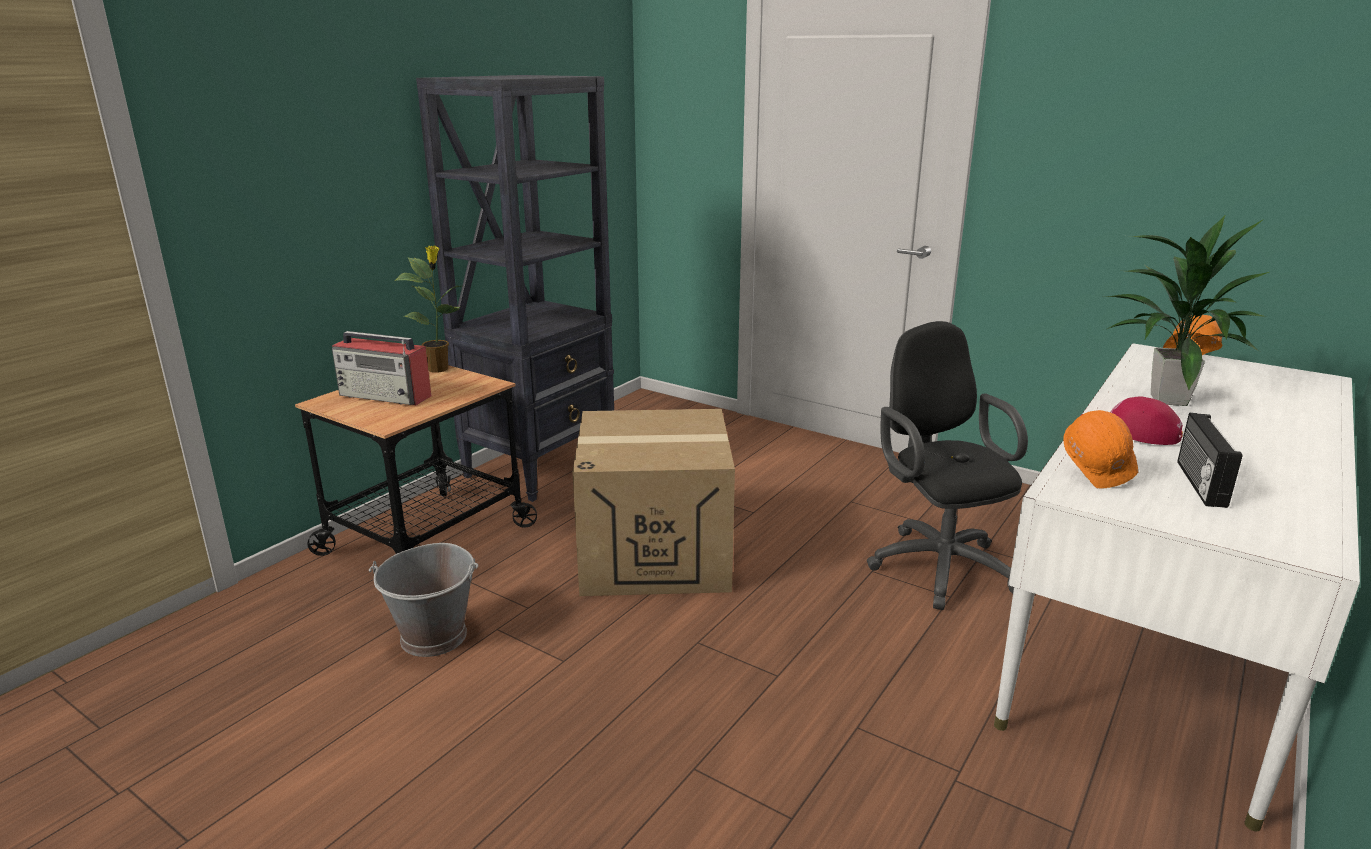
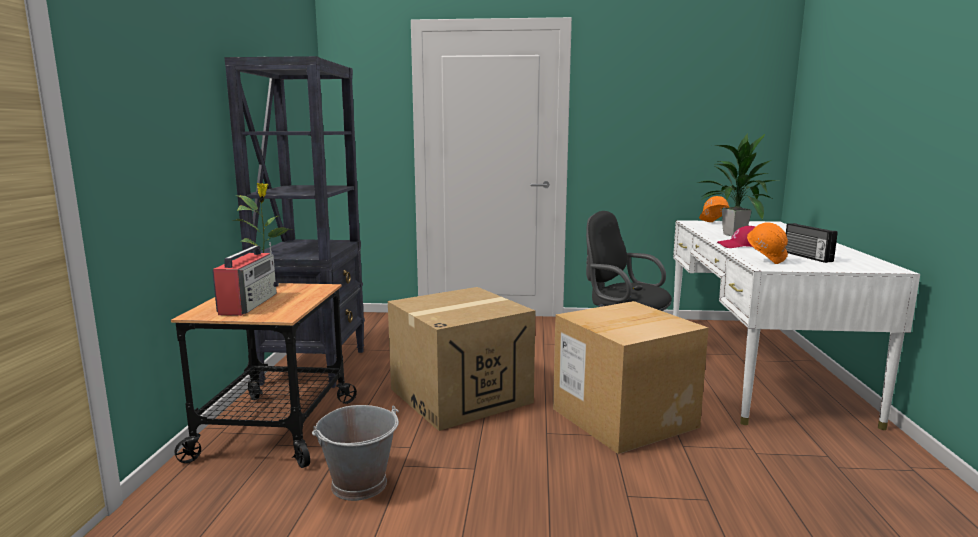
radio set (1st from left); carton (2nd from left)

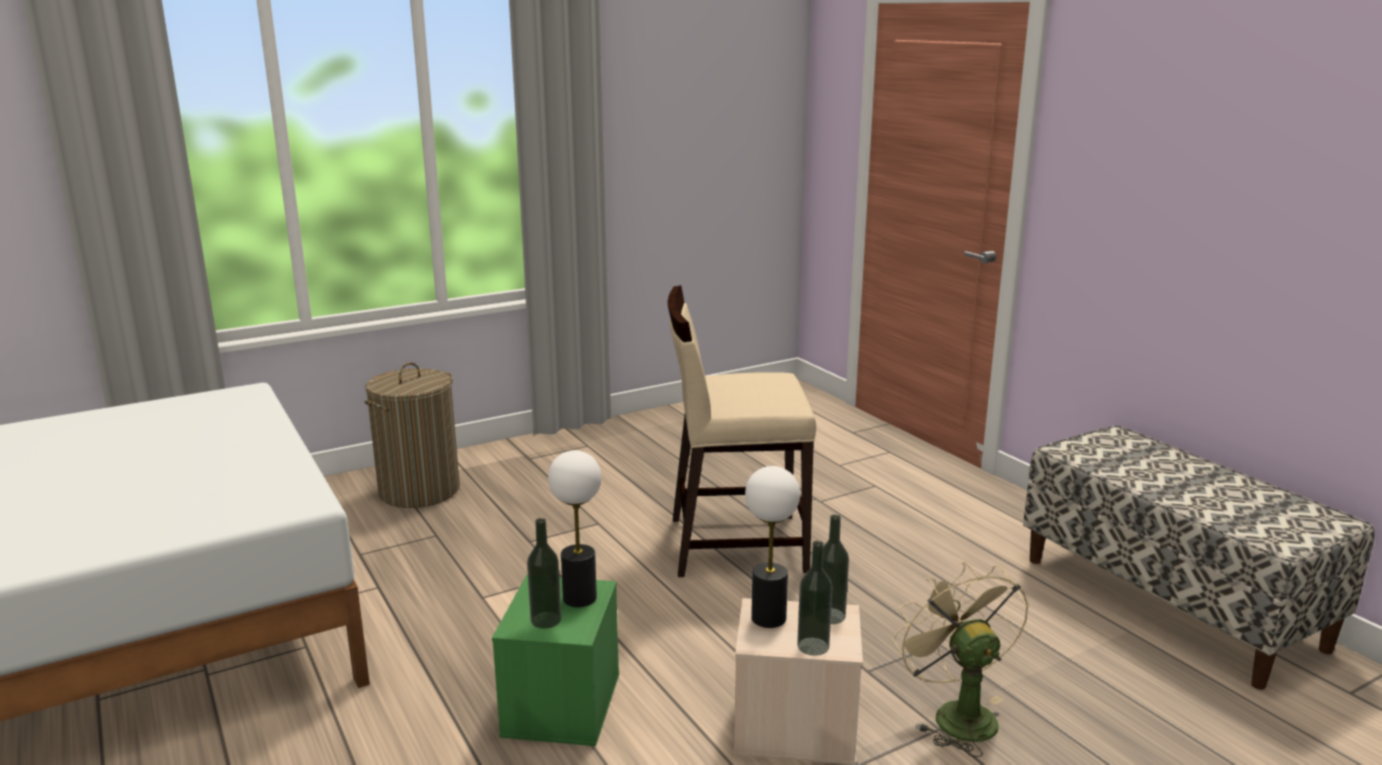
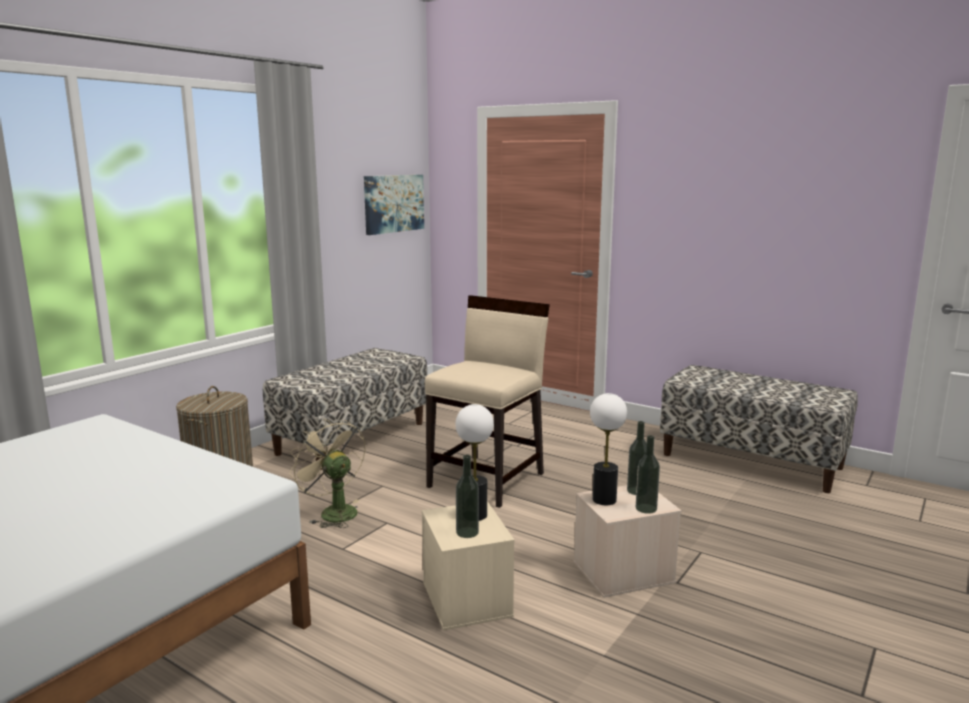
beige chair; beige fan; beige storage box (1st from left); wall art; bench (1st from left)

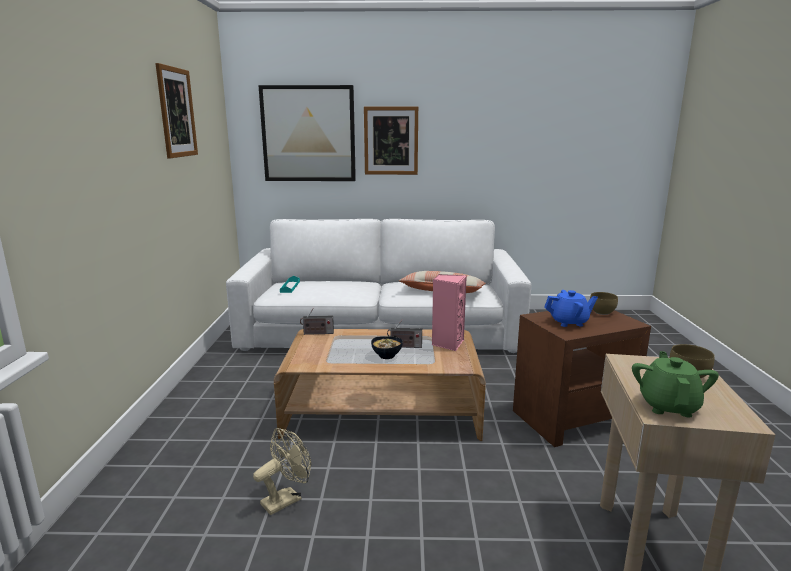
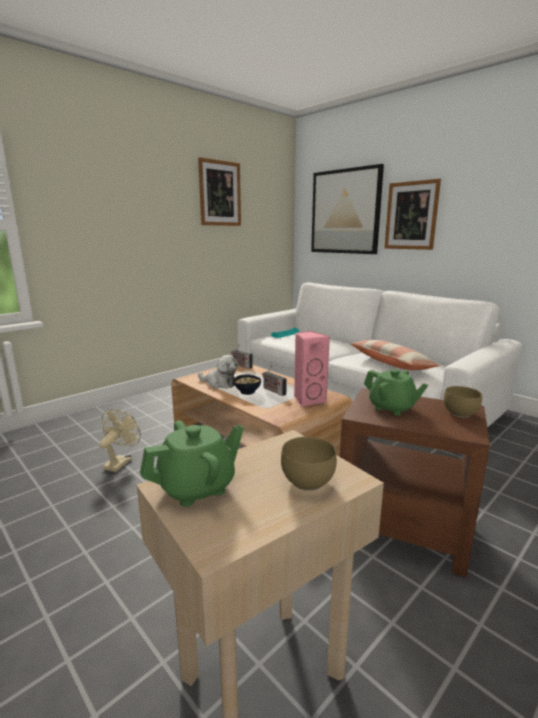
greenish tea pot (2nd from left); beige fan; plush toy

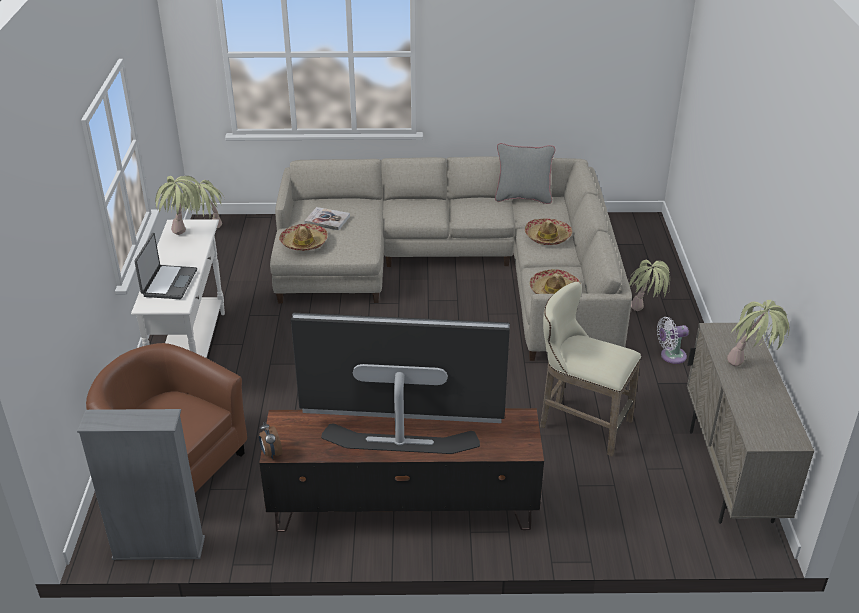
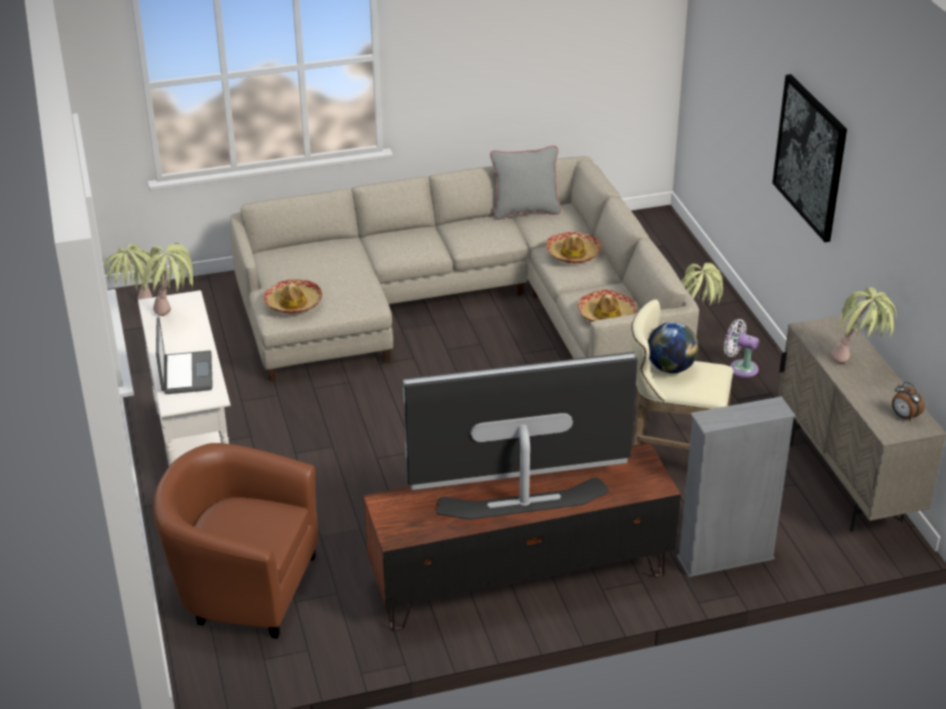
bound book; white-coloured fan; grey bookcase; bedside clock; wall art; world globe

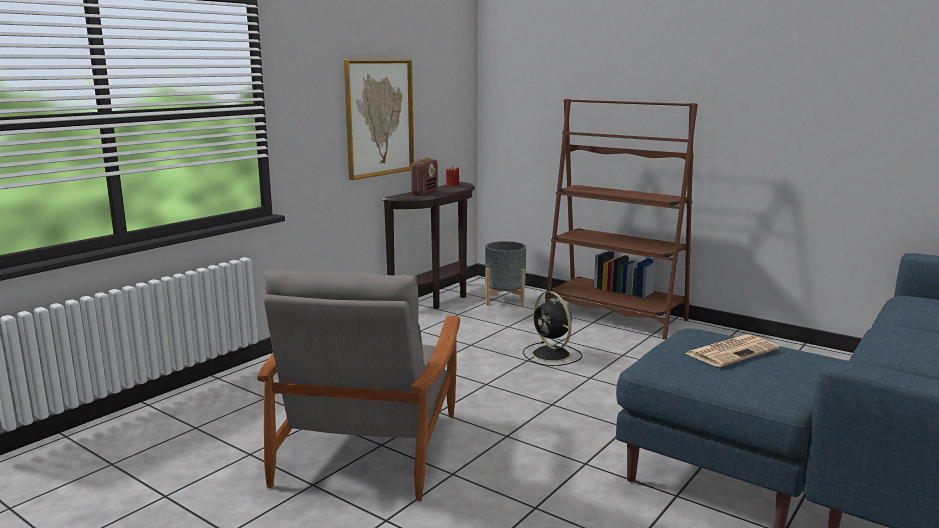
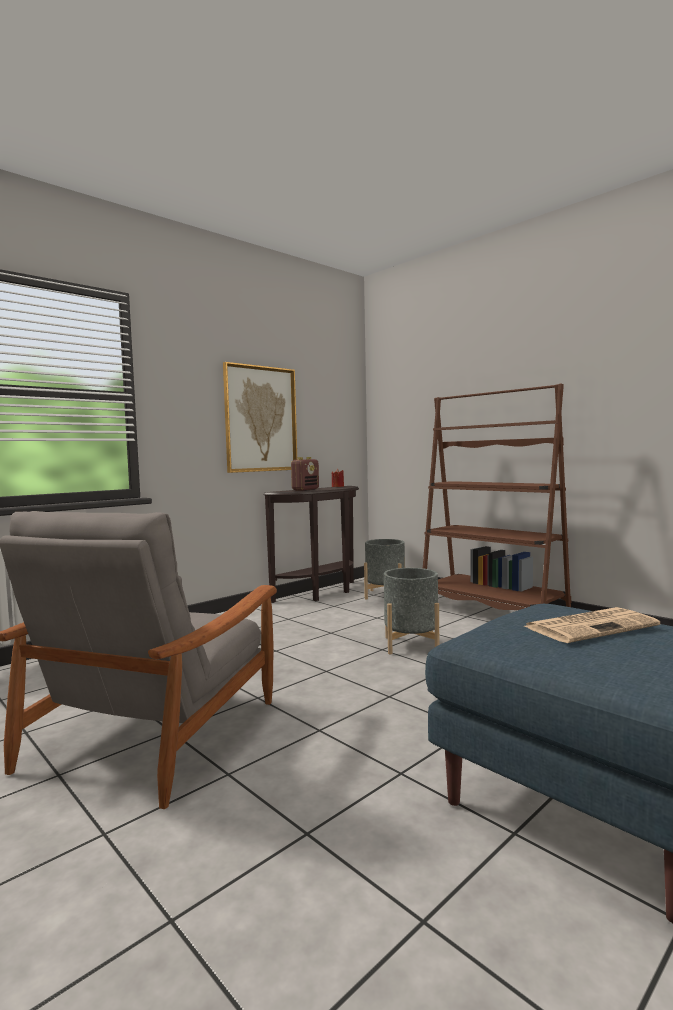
grey planter (2nd from left)

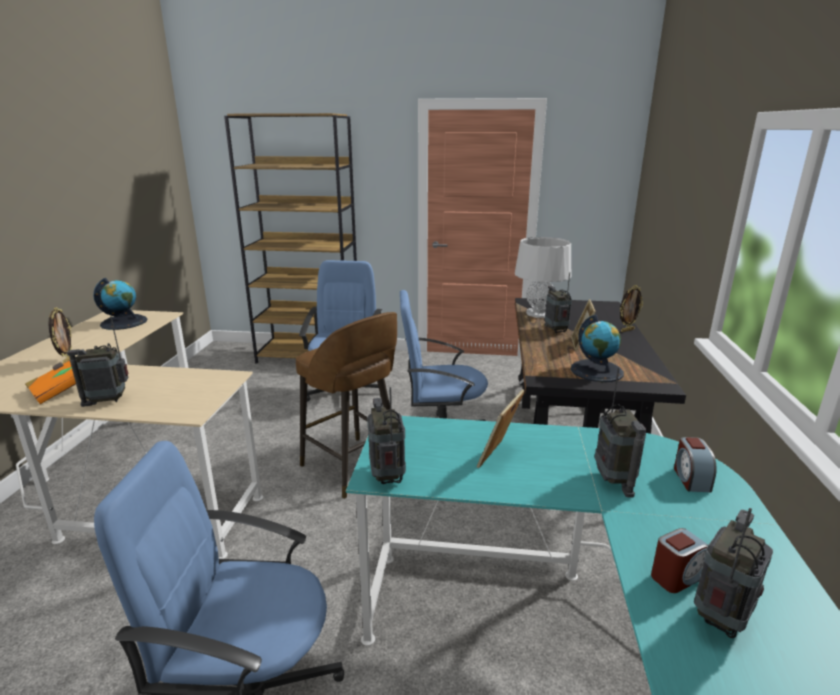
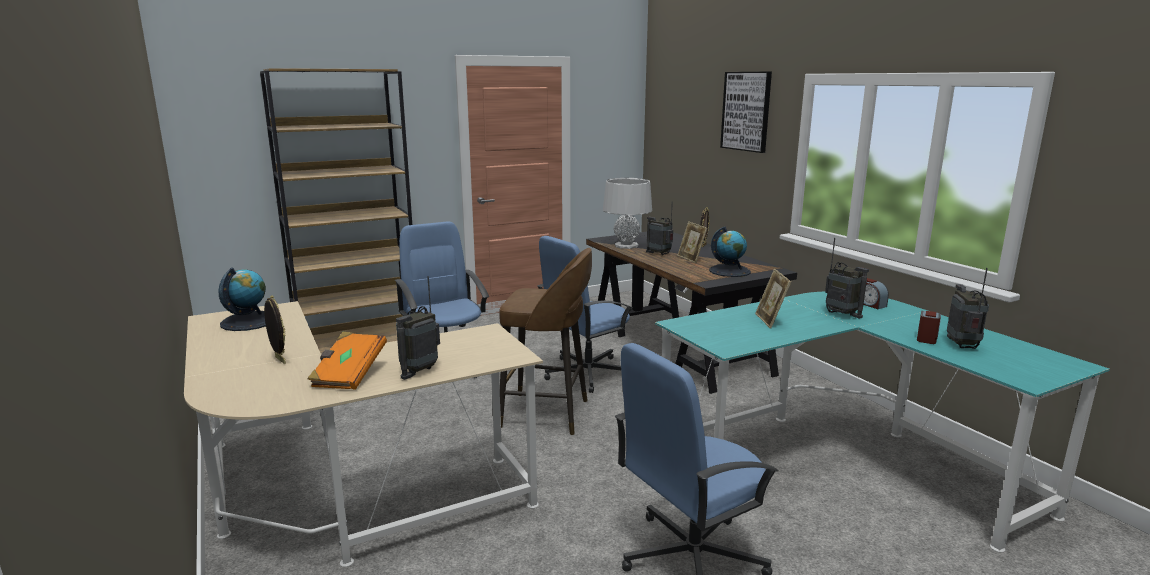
radio set (2nd from left in the first image); wall art

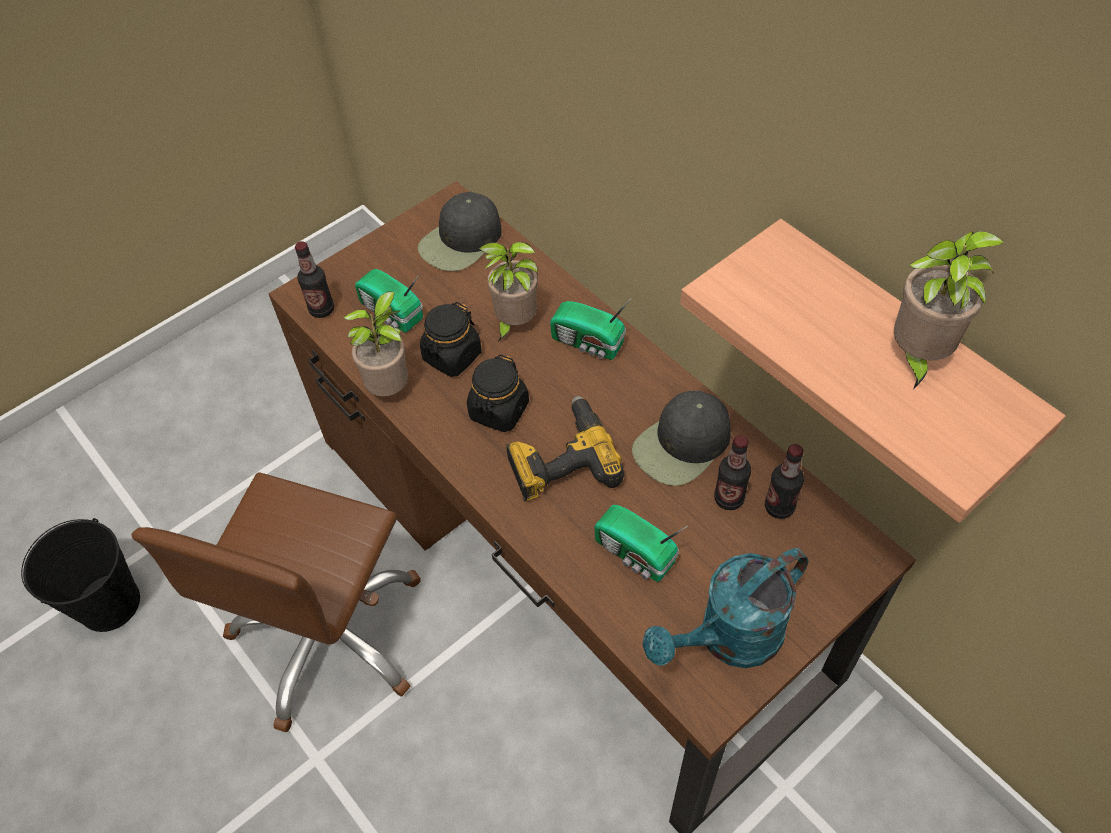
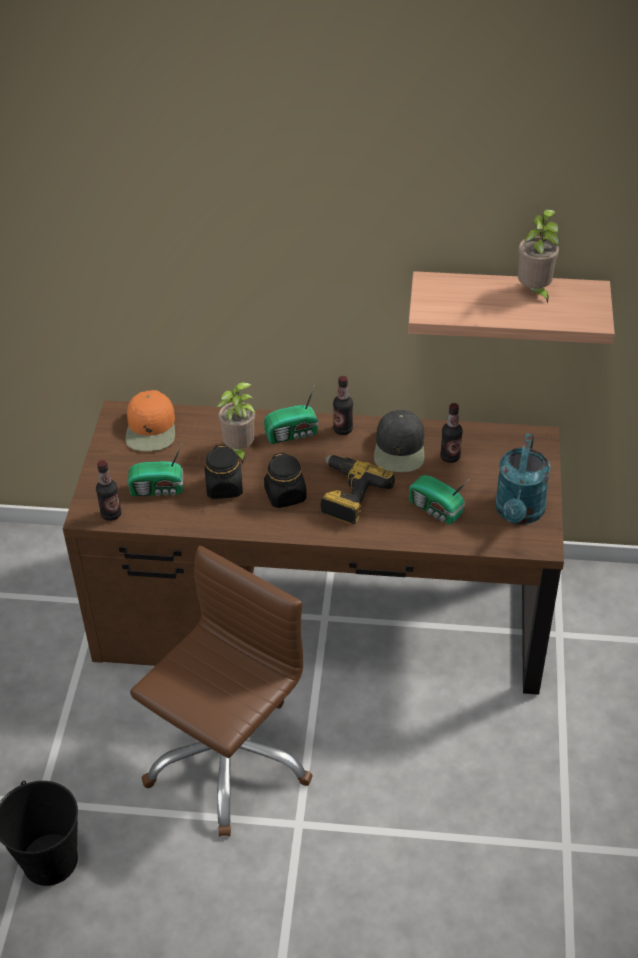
orange-coloured cap; potted plant (1st from left in the first image); bottle (2nd from left); brown-coloured office chair; radio set (3rd from left)

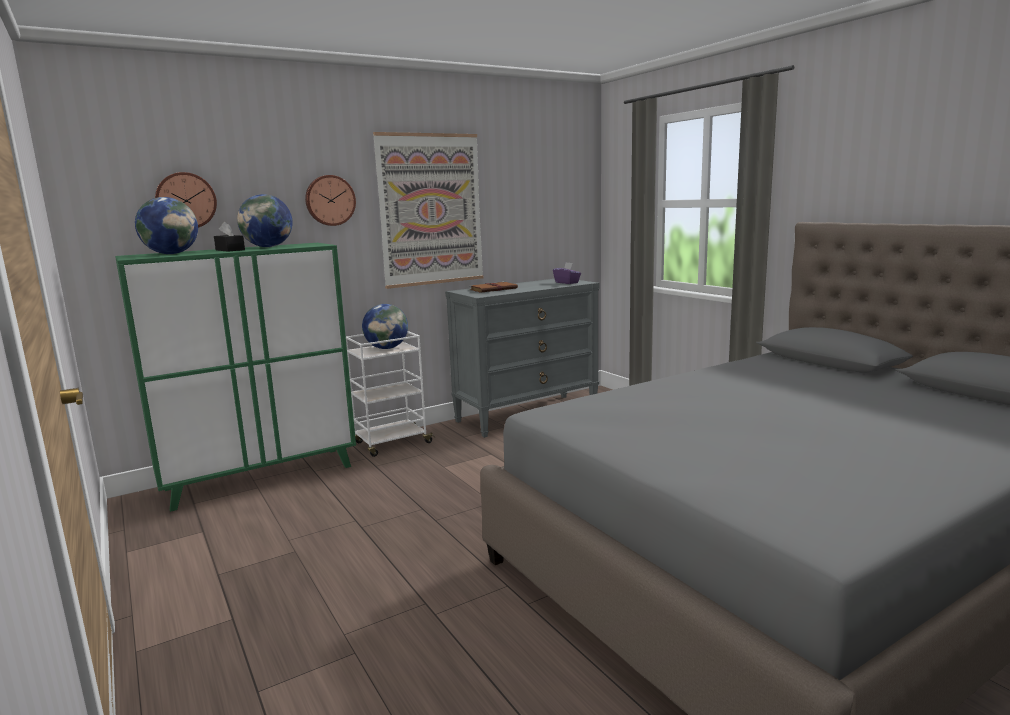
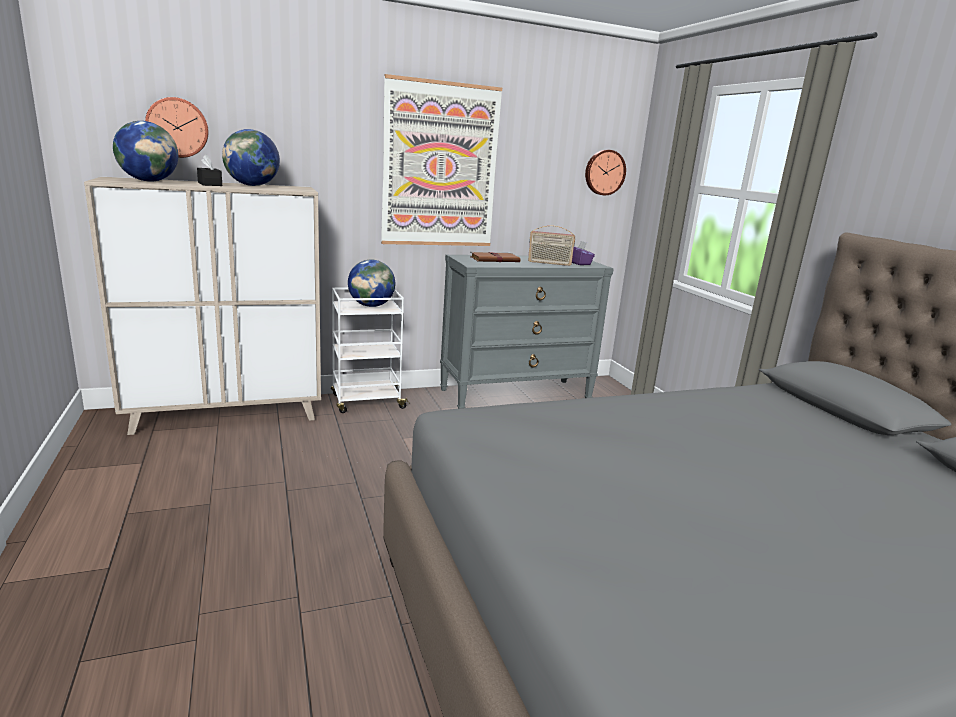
wall clock (2nd from left); beige cupboard; radio set

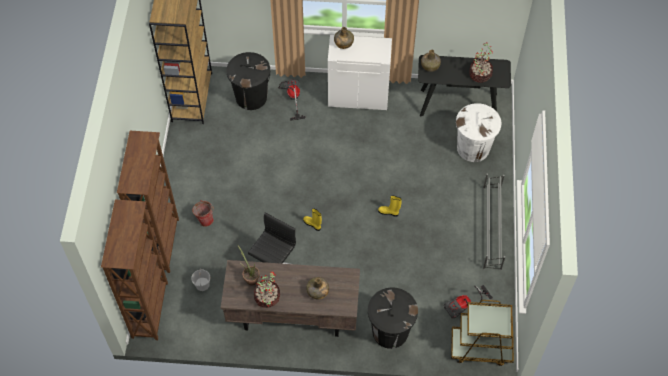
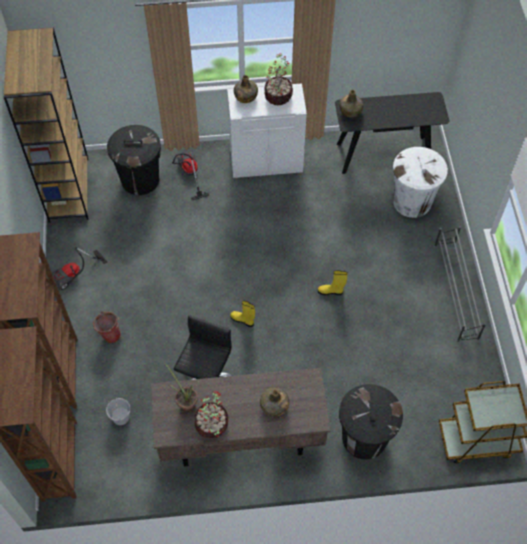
potted plant (3rd from left); hoover (1st from left)

